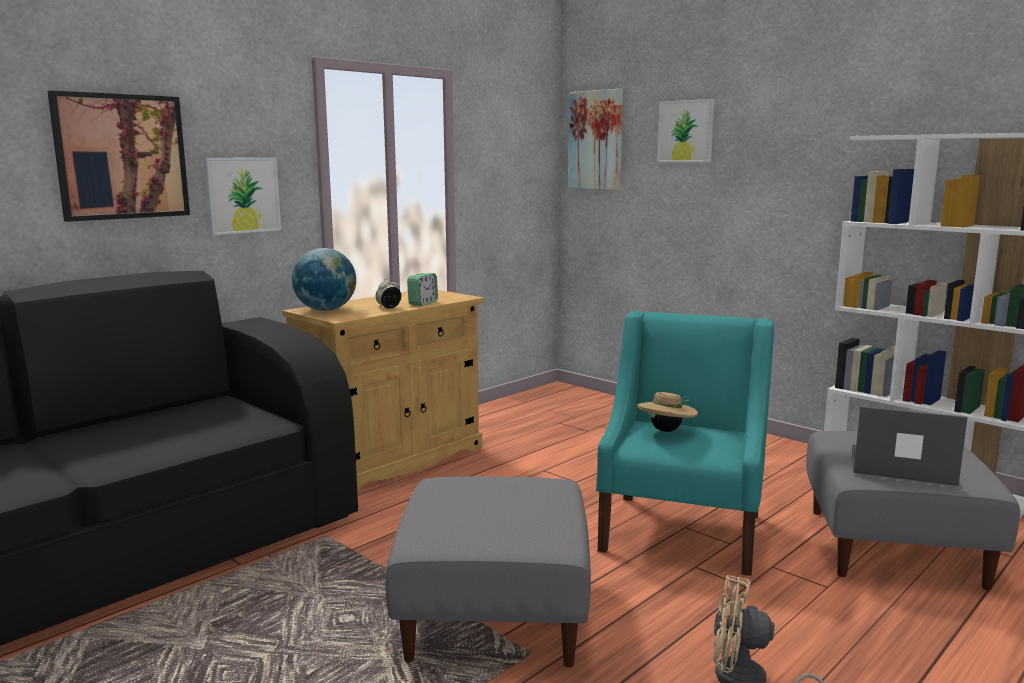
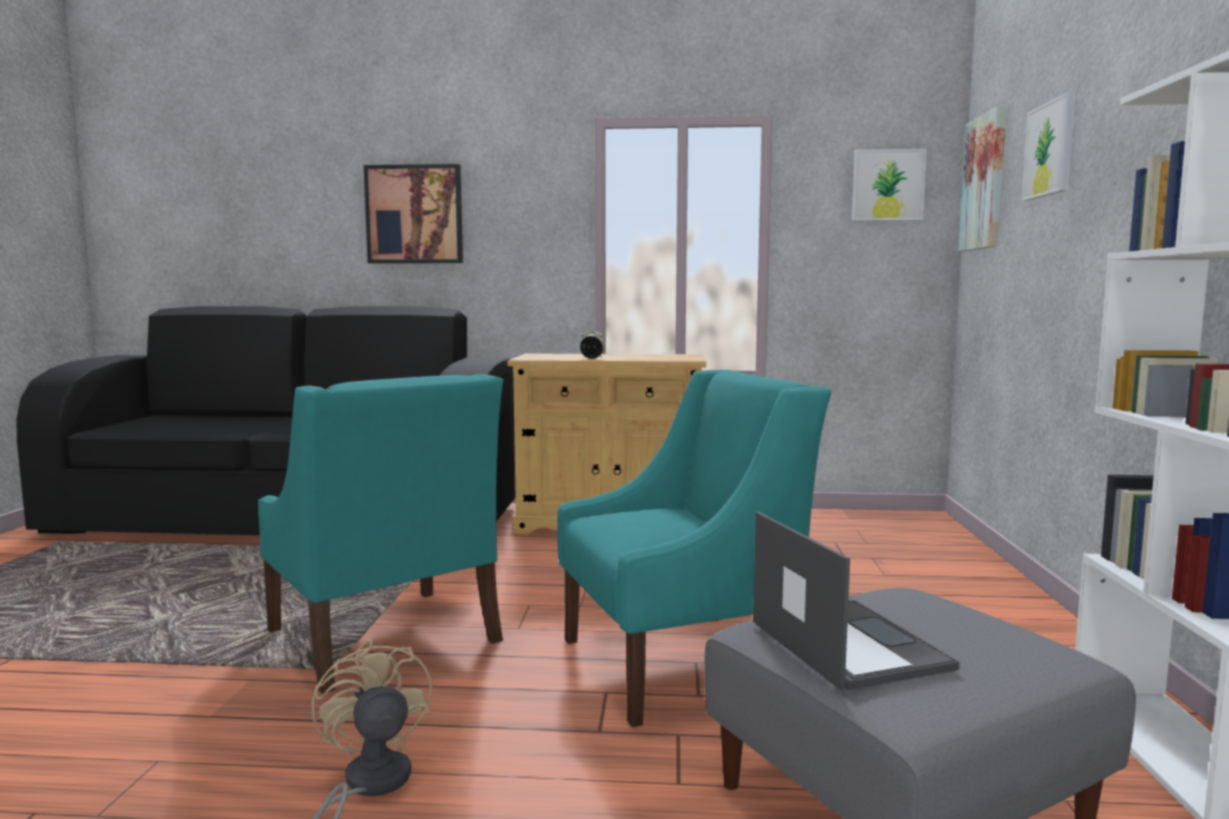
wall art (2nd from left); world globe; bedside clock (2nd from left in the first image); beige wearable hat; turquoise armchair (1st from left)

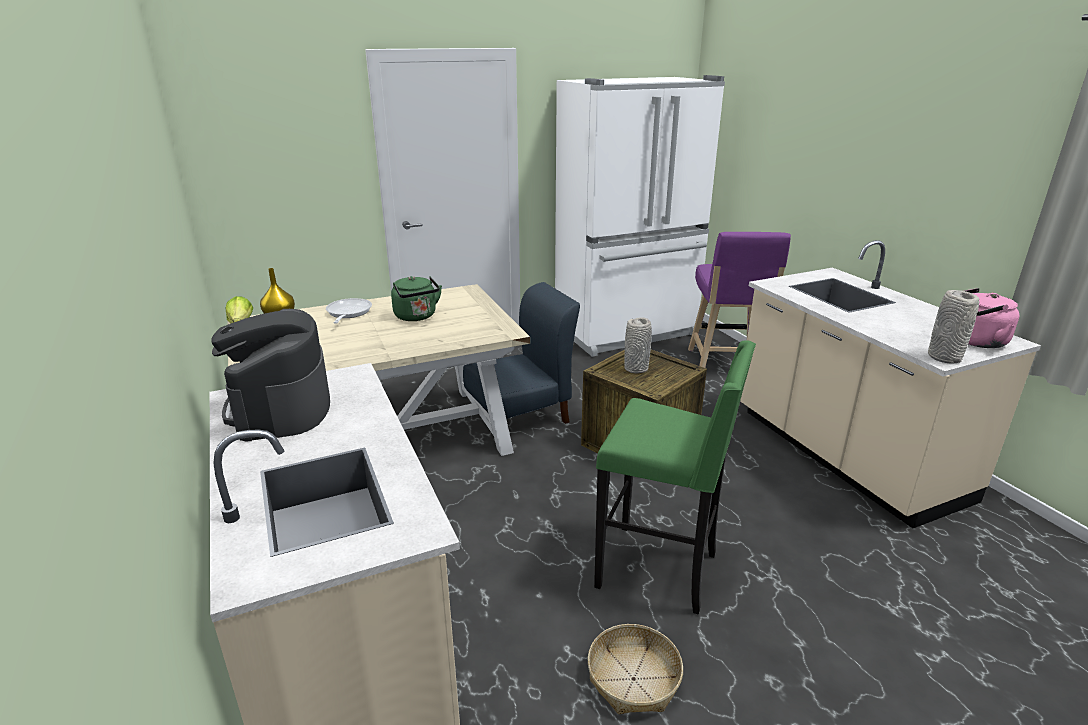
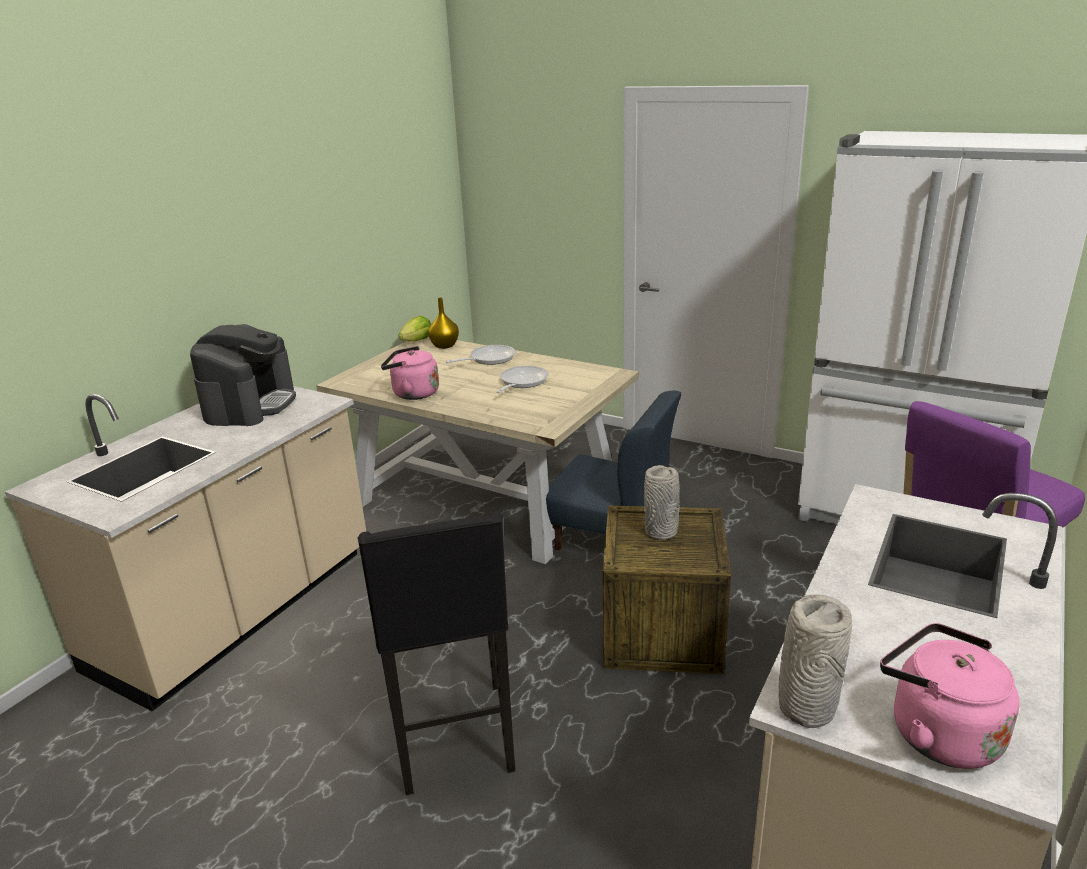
pan (2nd from left); coffee brewer; black stool; storage basket; pink-coloured water kettle (1st from left)

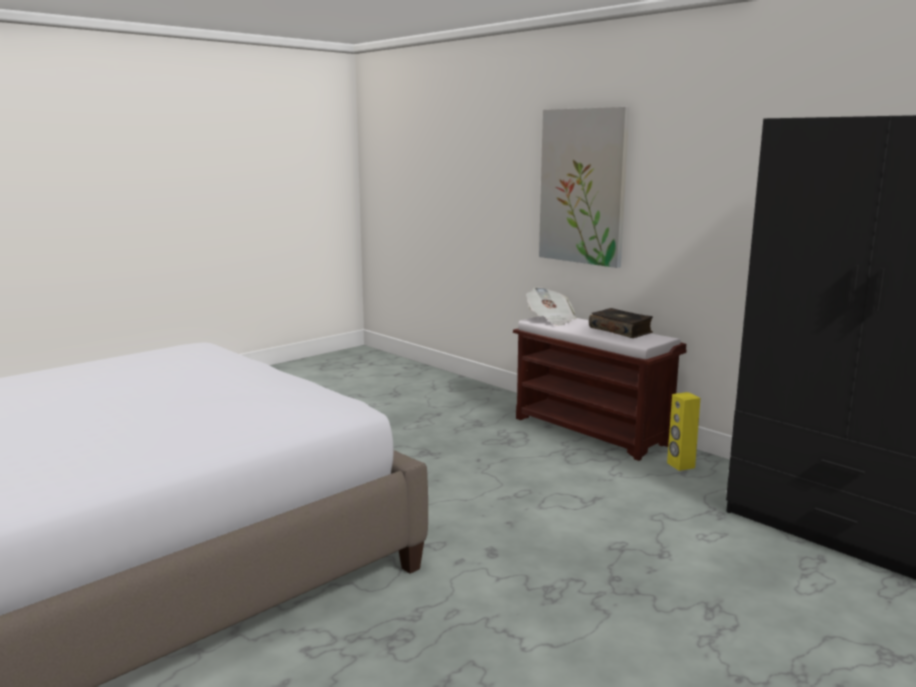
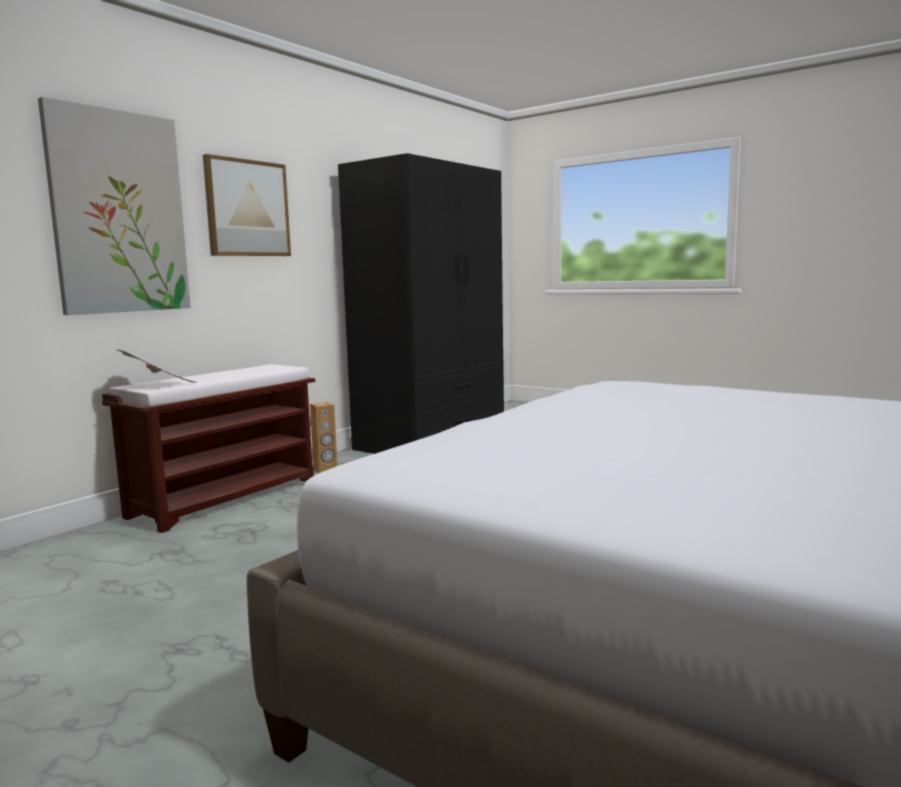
bound book; brown-coloured loudspeaker; wall art (2nd from left)

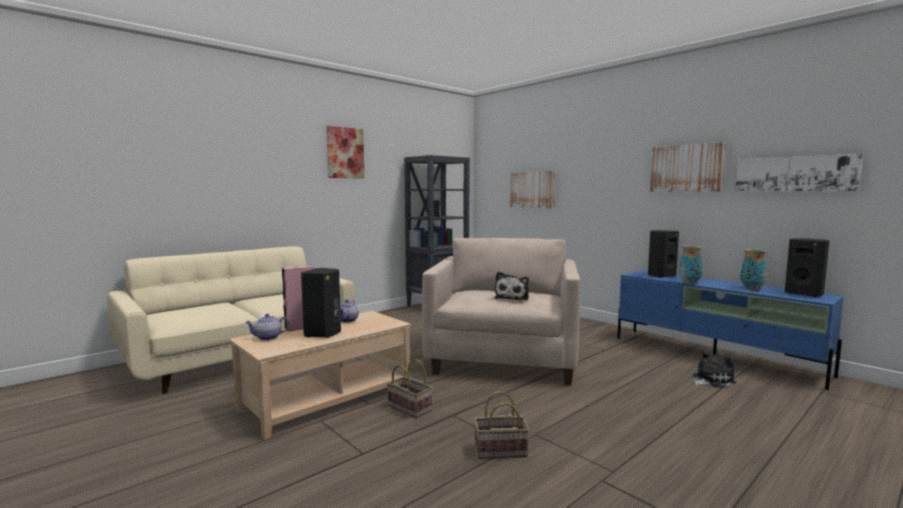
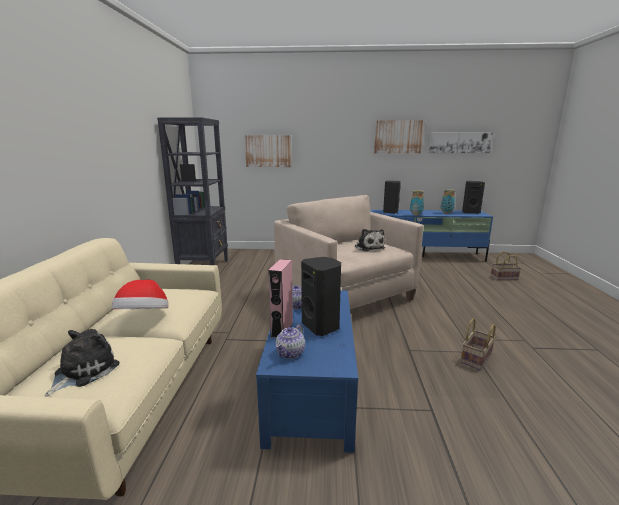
wall art (1st from left in the first image); blue-coloured low table; plush toy (1st from left); storage basket (2nd from left); wearable hat

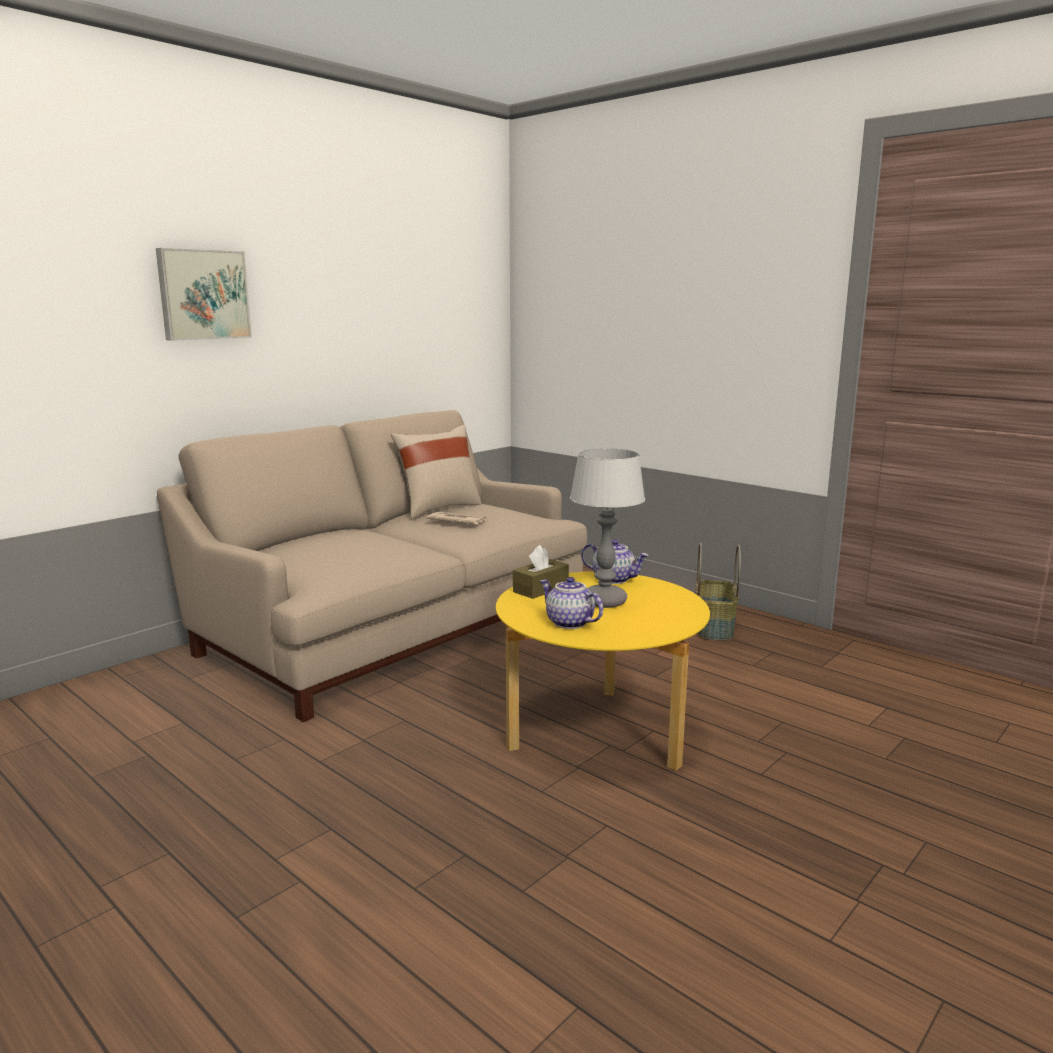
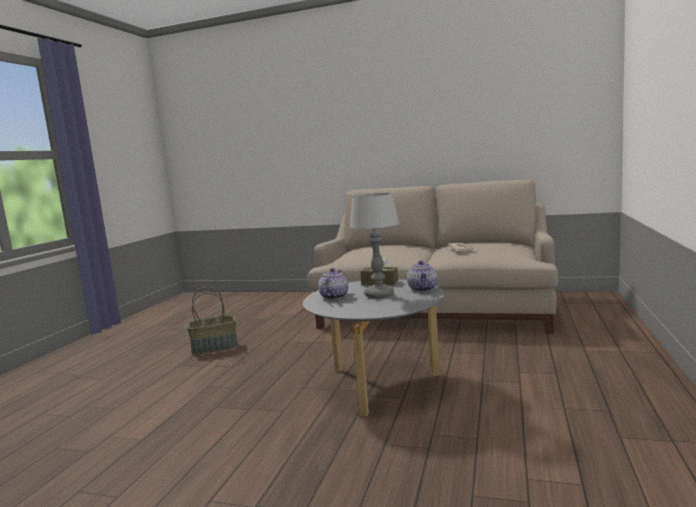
wall art; beige cushion; storage basket; grey low table

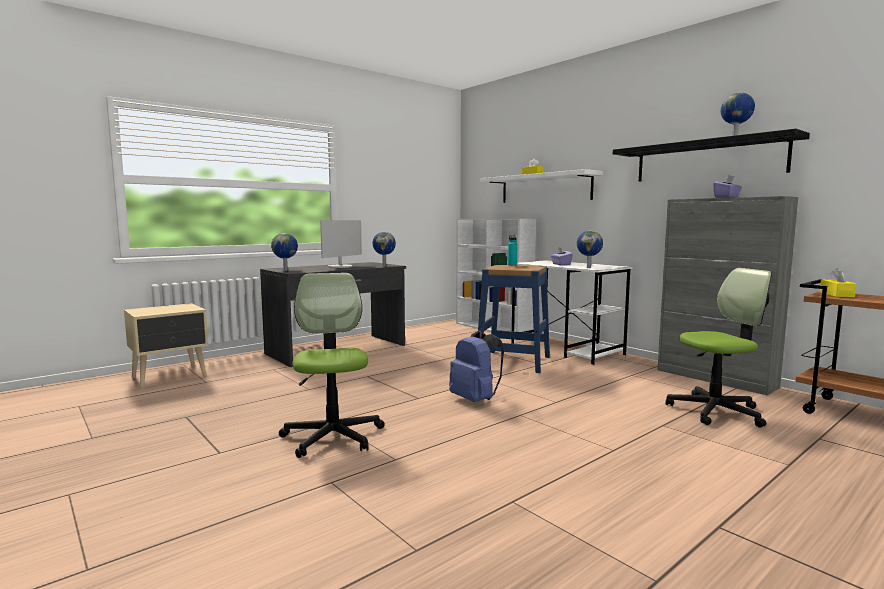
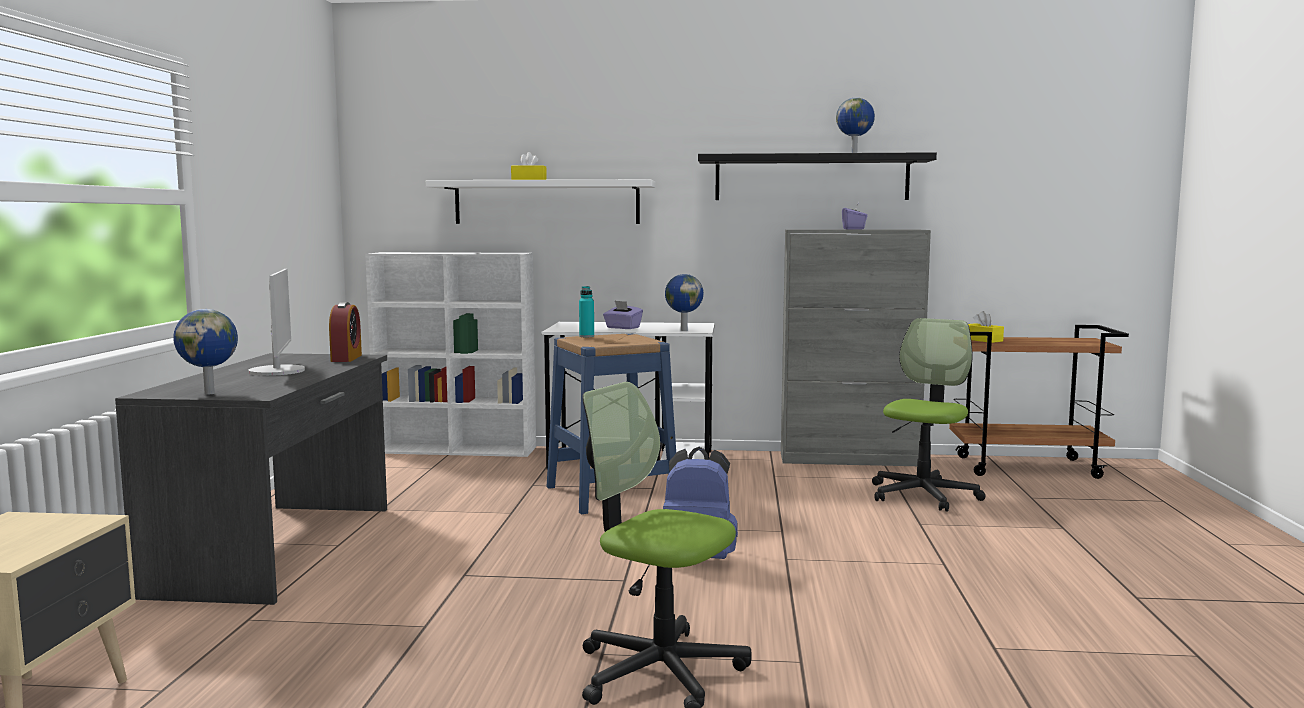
bedside clock

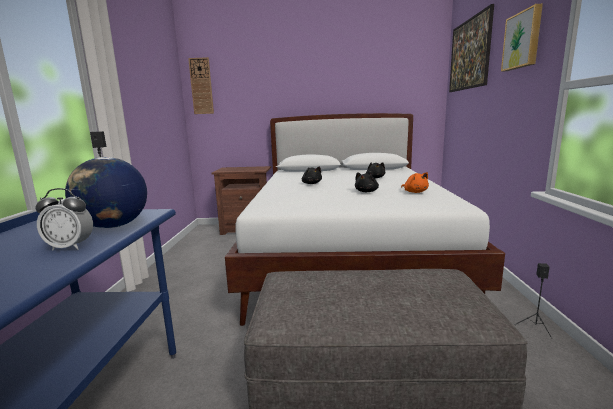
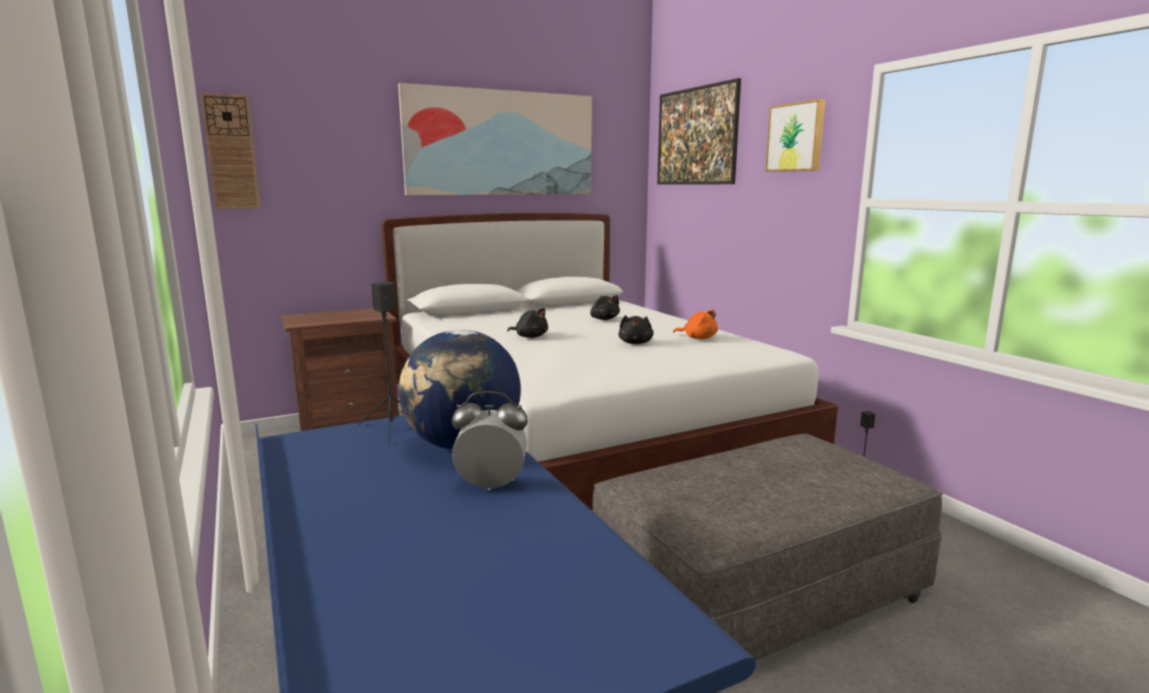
bedside clock; wall art (1st from left)

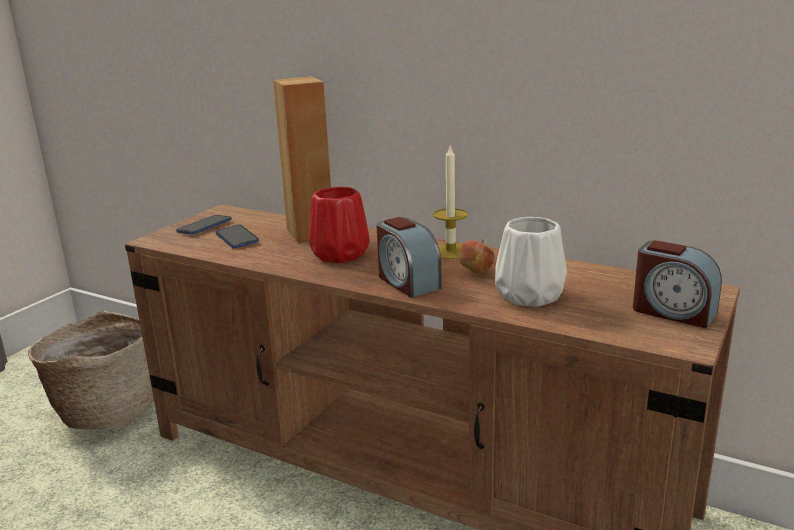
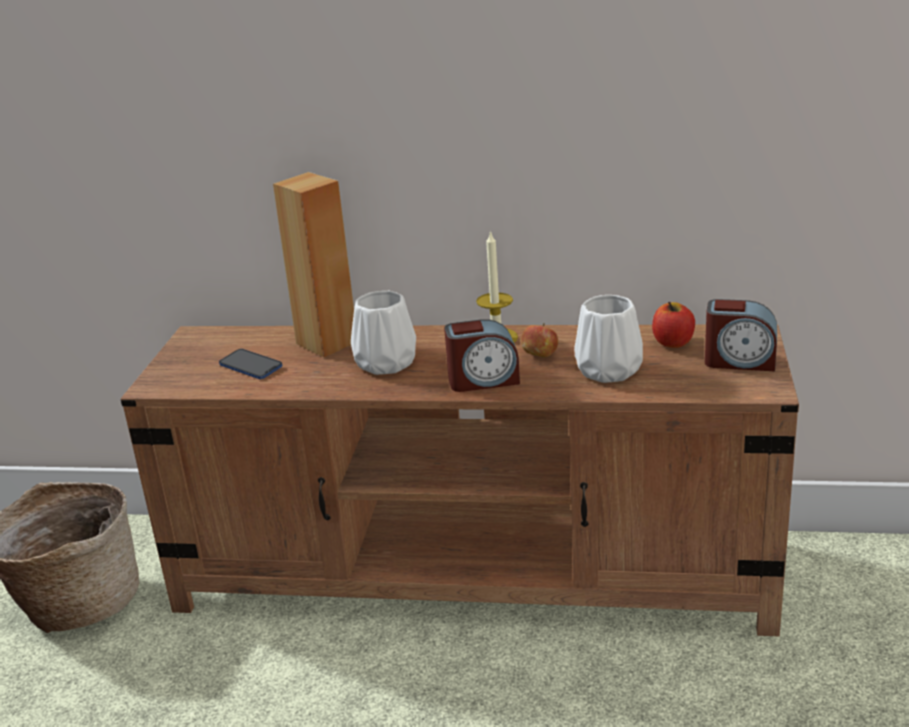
white-coloured vase (1st from left); telephone (1st from left in the first image); bedside clock (1st from left); apple fruit (2nd from left)

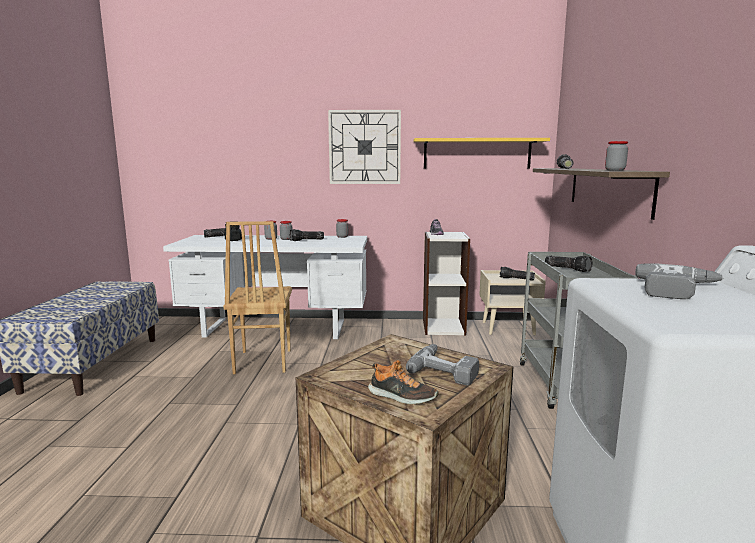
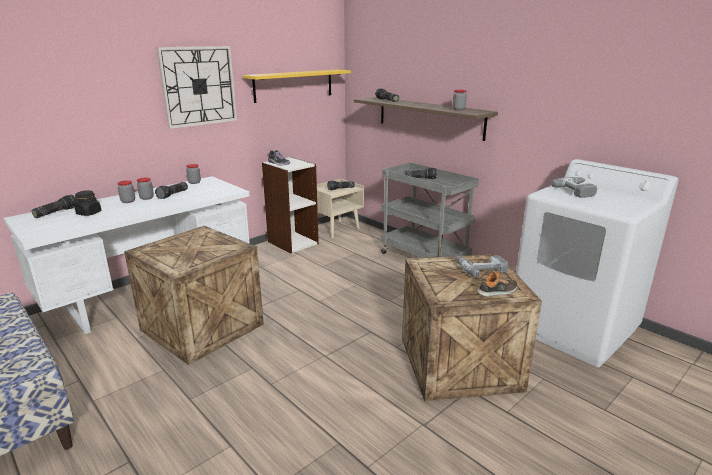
shipping crate (1st from left)

